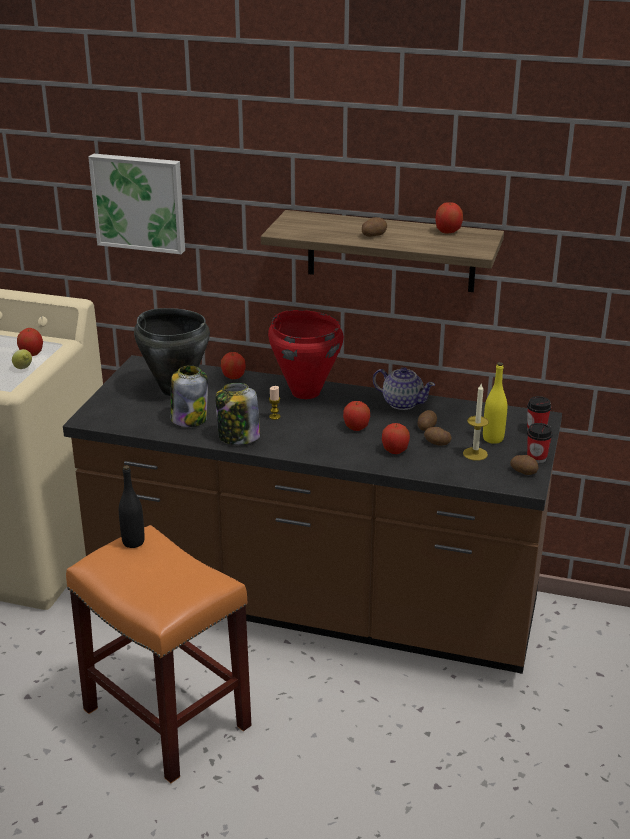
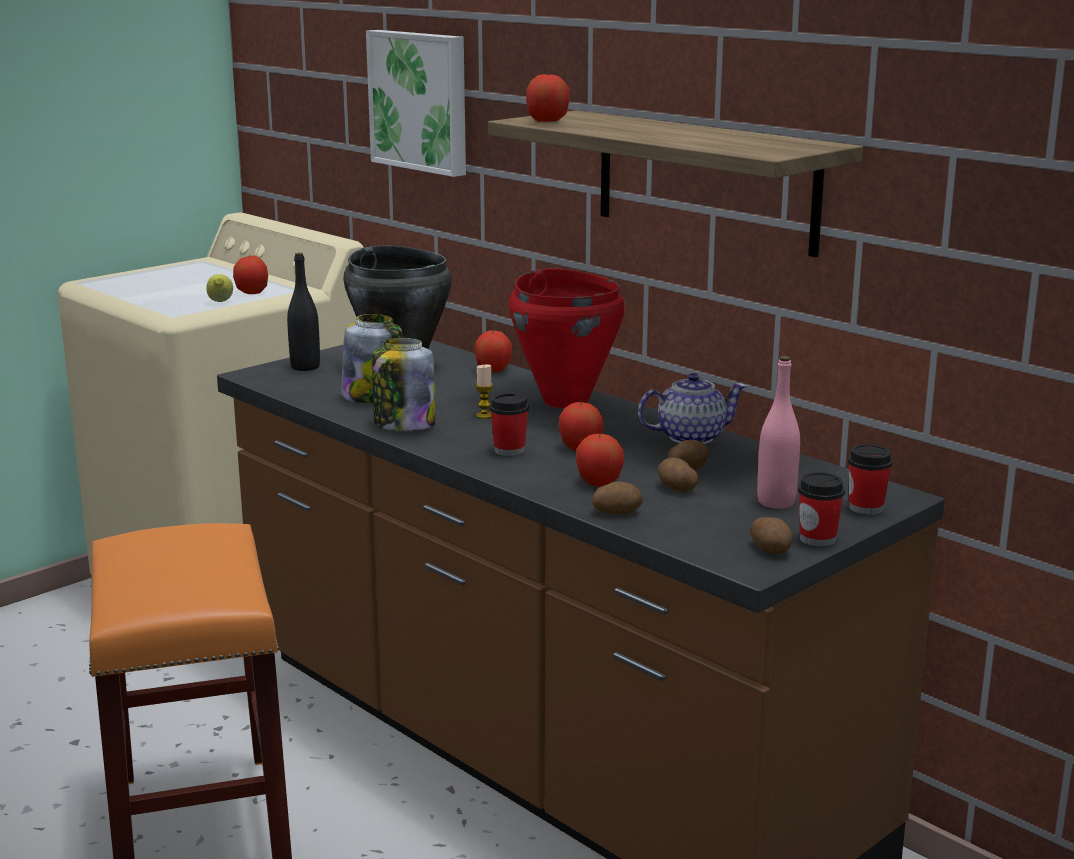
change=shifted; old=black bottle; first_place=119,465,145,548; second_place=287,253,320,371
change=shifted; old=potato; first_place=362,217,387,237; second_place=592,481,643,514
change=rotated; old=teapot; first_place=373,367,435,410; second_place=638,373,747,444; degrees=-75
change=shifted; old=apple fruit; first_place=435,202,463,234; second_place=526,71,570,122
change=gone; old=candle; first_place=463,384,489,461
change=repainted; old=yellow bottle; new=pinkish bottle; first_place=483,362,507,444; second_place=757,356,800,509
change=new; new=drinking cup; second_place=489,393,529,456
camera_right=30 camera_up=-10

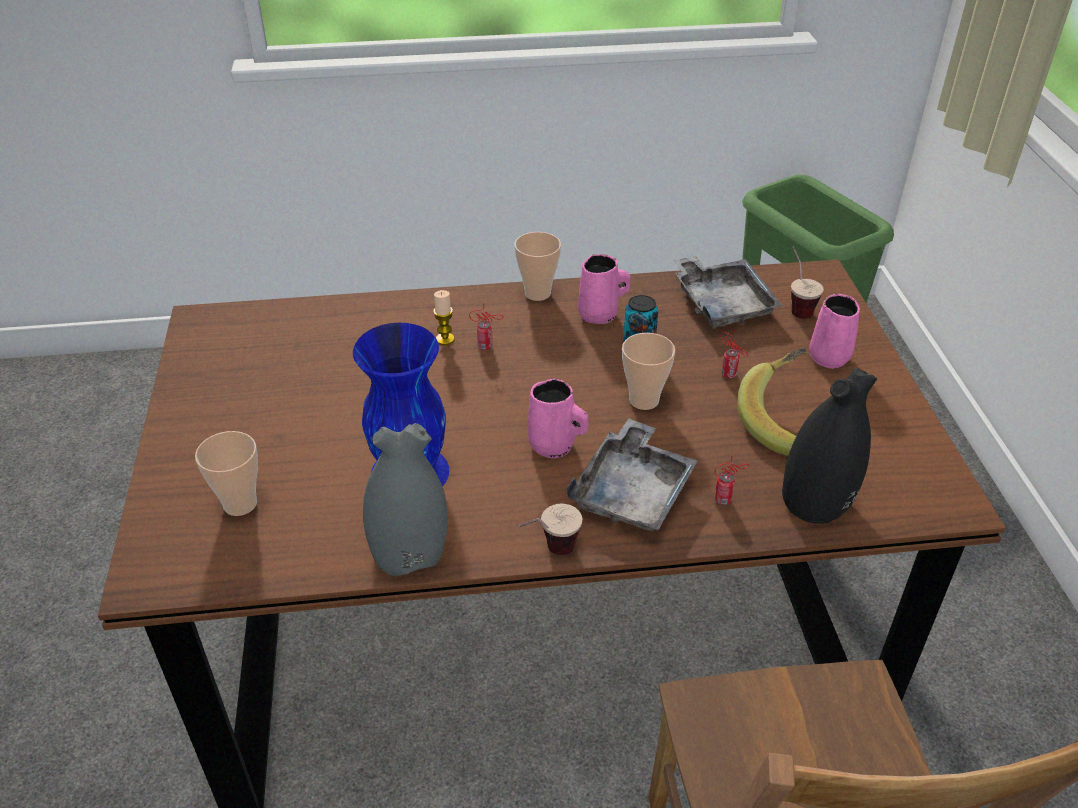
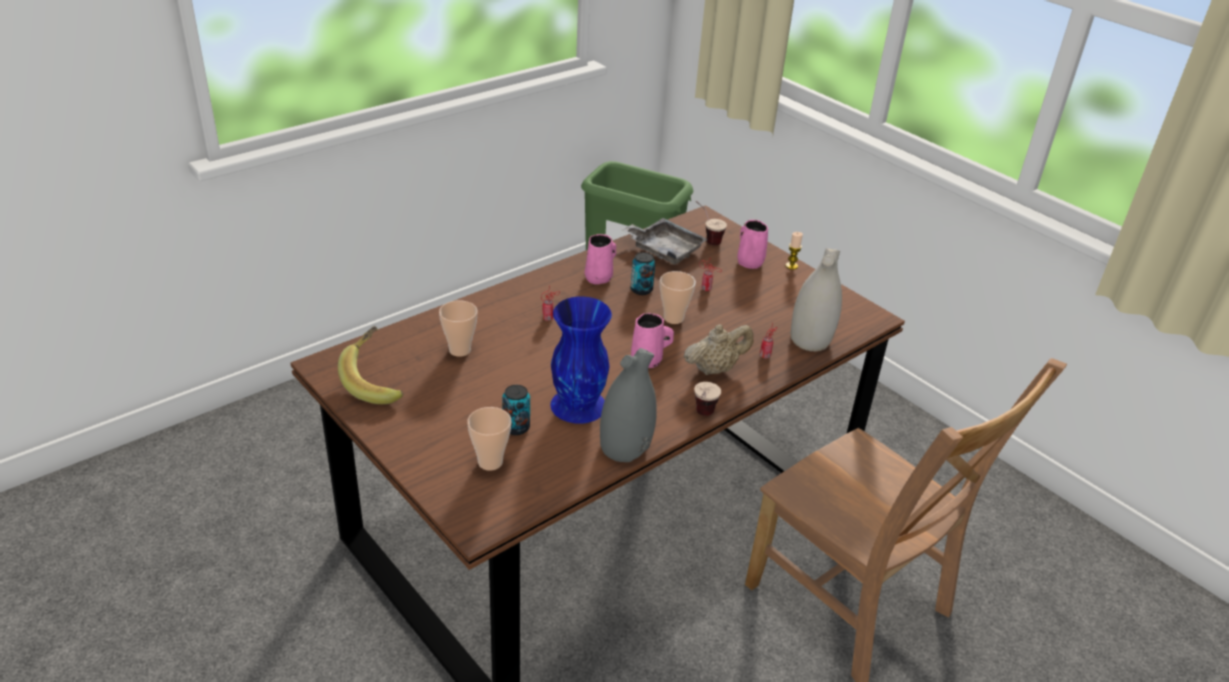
change=shifted; old=candle; first_place=433,290,455,345; second_place=785,232,803,270
change=shifted; old=drinking cup; first_place=515,232,561,301; second_place=439,301,478,357
change=swapped; old=grey carrying tray; new=sand-coloured teapot; first_place=566,418,698,531; second_place=684,324,753,375
change=shifted; old=banana; first_place=737,347,807,456; second_place=338,326,403,404
change=repainted; old=black vase; new=white-coloured vase; first_place=782,368,877,524; second_place=791,248,842,351
change=new; new=sealed can; second_place=502,385,530,435
camera_right=-35 camera_up=-5

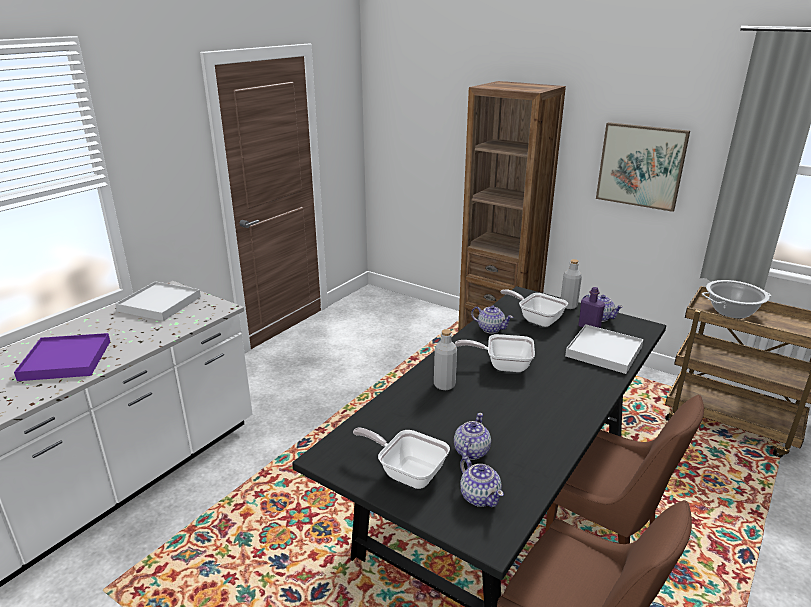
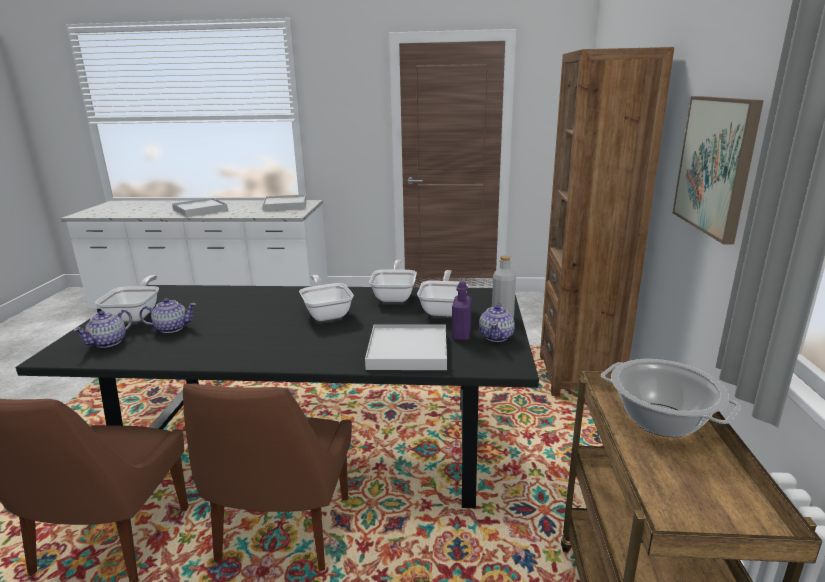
change=repainted; old=purple carrying tray; new=white-coloured carrying tray; first_place=14,333,110,381; second_place=172,198,228,217
change=gone; old=grey bottle; first_place=434,329,457,390
change=swapped; old=teapot; new=skillet; first_place=471,305,513,334; second_place=369,260,417,302
camera_right=60 camera_up=-5

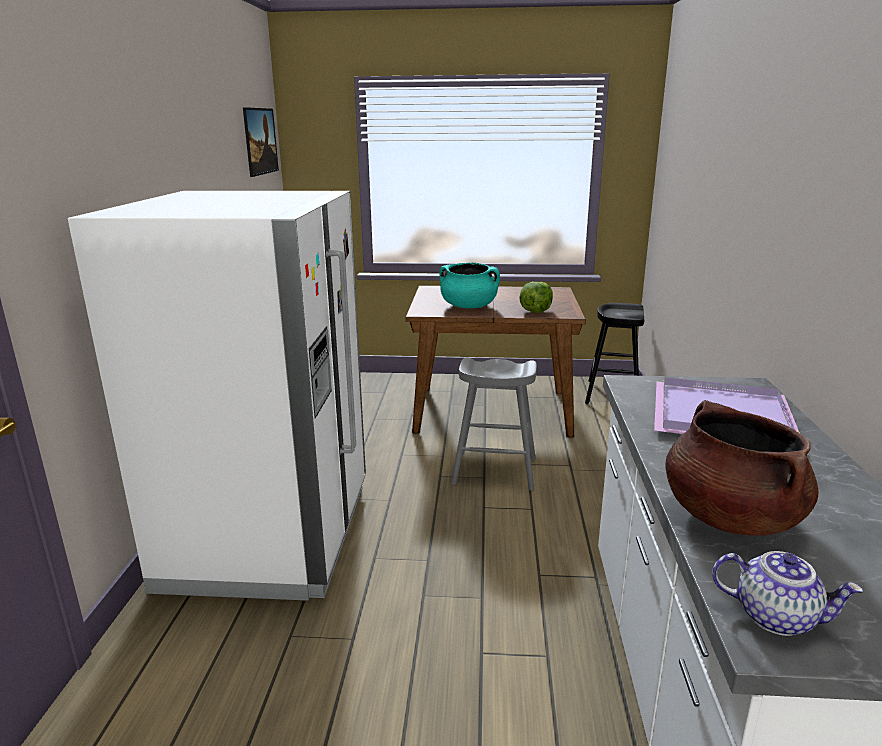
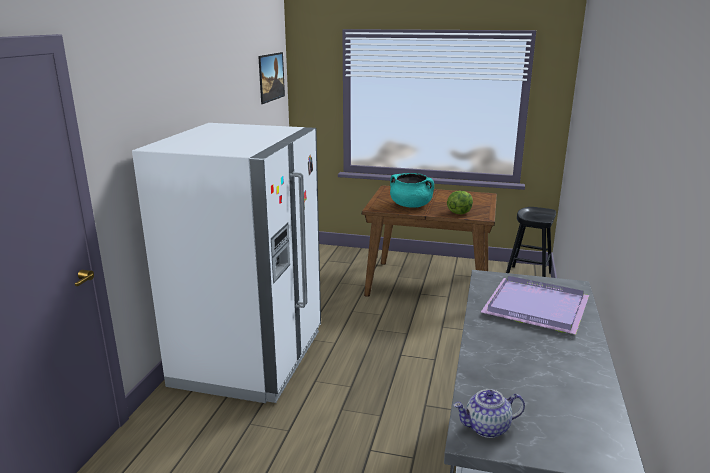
change=gone; old=grey stool seat; first_place=451,357,537,491
change=gone; old=brown cooking pot; first_place=665,400,818,536
change=rotated; old=teapot; first_place=712,551,863,636; second_place=453,389,525,438; degrees=135
camera_right=10 camera_up=0

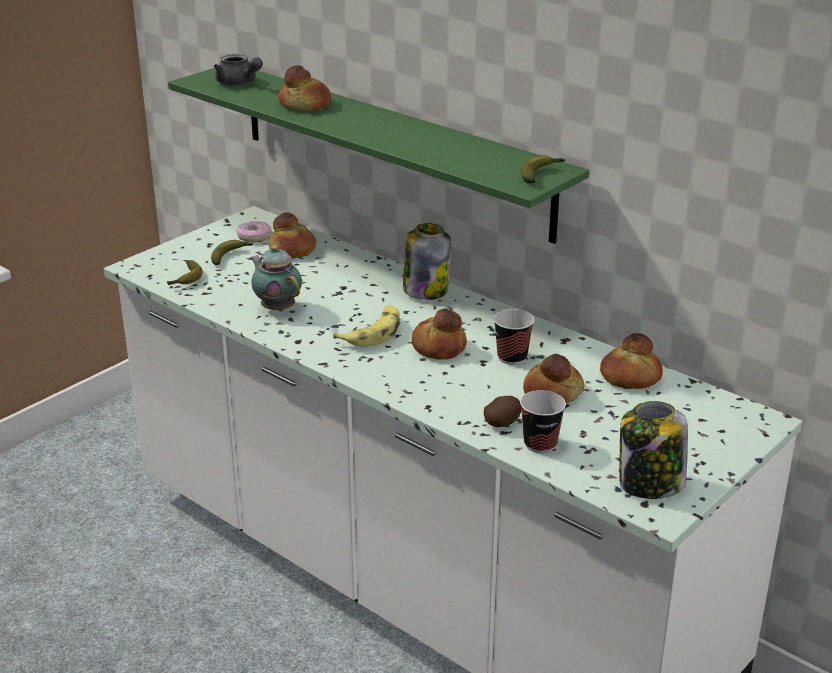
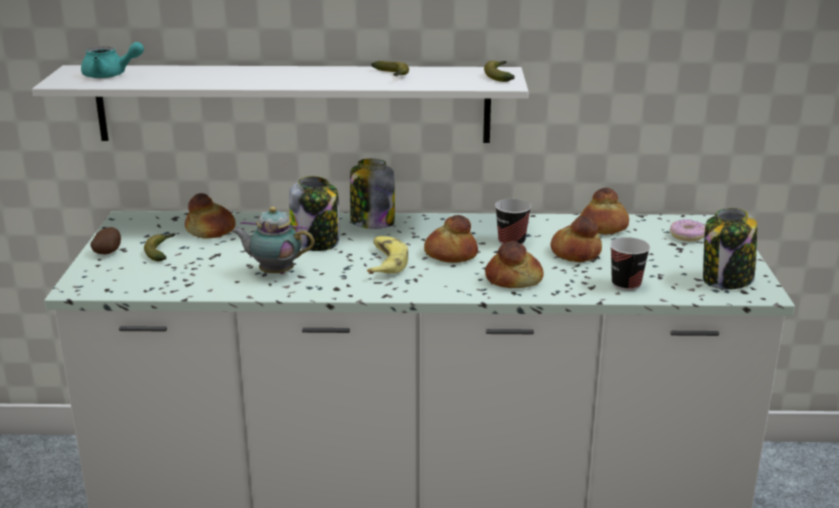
change=shifted; old=banana; first_place=167,260,203,285; second_place=371,61,409,77
change=repainted; old=green-coloured bracket shelf; new=white-coloured bracket shelf; first_place=168,68,589,244; second_place=32,65,529,143
change=repainted; old=grey teapot; new=turquoise teapot; first_place=214,54,263,85; second_place=81,42,144,78
change=shifted; old=donut; first_place=236,221,272,242; second_place=670,219,705,241
change=shifted; old=baked bread; first_place=278,65,331,111; second_place=485,241,544,288
change=shifted; old=potato; first_place=484,396,521,427; second_place=91,227,121,254
change=new; new=jar; second_place=289,176,339,251
camera_right=-40 camera_up=-5

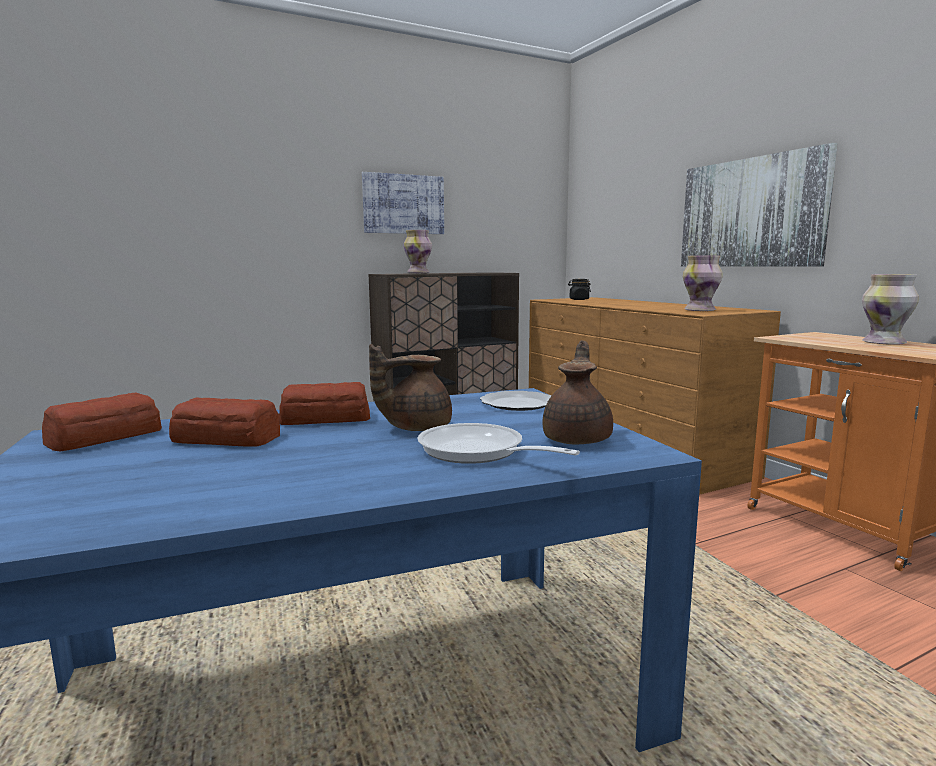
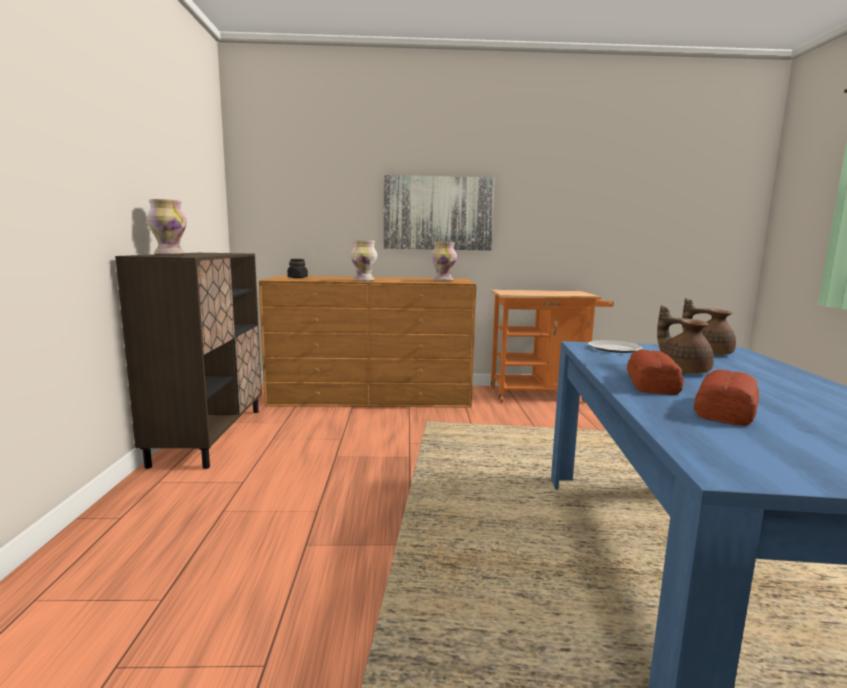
change=gone; old=baked bread; first_place=42,393,162,451
change=gone; old=wall picture; first_place=362,172,444,234
change=rotated; old=brown teapot; first_place=369,344,452,431; second_place=657,305,714,374; degrees=150
change=gone; old=skillet; first_place=418,423,580,464
change=shifted; old=vase; first_place=862,274,919,345; second_place=350,240,378,281
camera_right=-65 camera_up=0

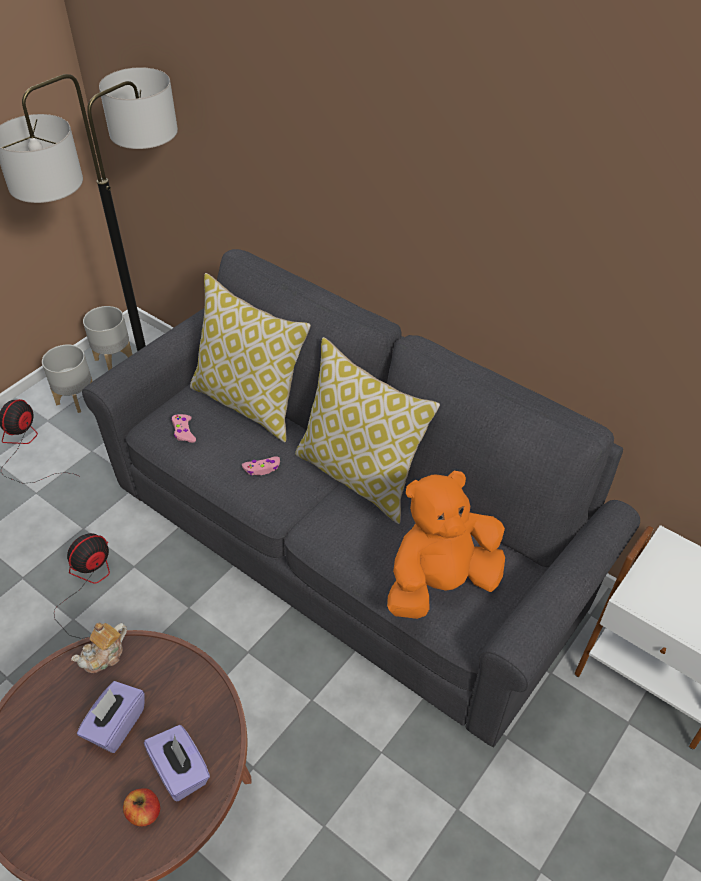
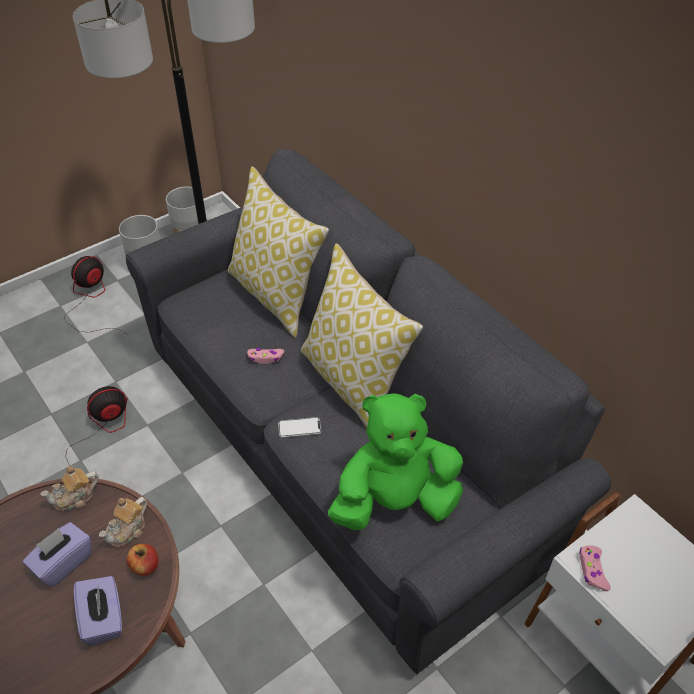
change=shifted; old=apple fruit; first_place=123,788,160,827; second_place=127,544,159,576
change=shifted; old=pinkish gamepad; first_place=171,414,196,443; second_place=579,545,611,591
change=repainted; old=orangey soft toy; new=green-coloured soft toy; first_place=387,471,505,619; second_place=328,393,463,530
change=new; new=teapot; second_place=99,497,147,547
change=new; new=telephone; second_place=278,417,321,438
camera_right=15 camera_up=0

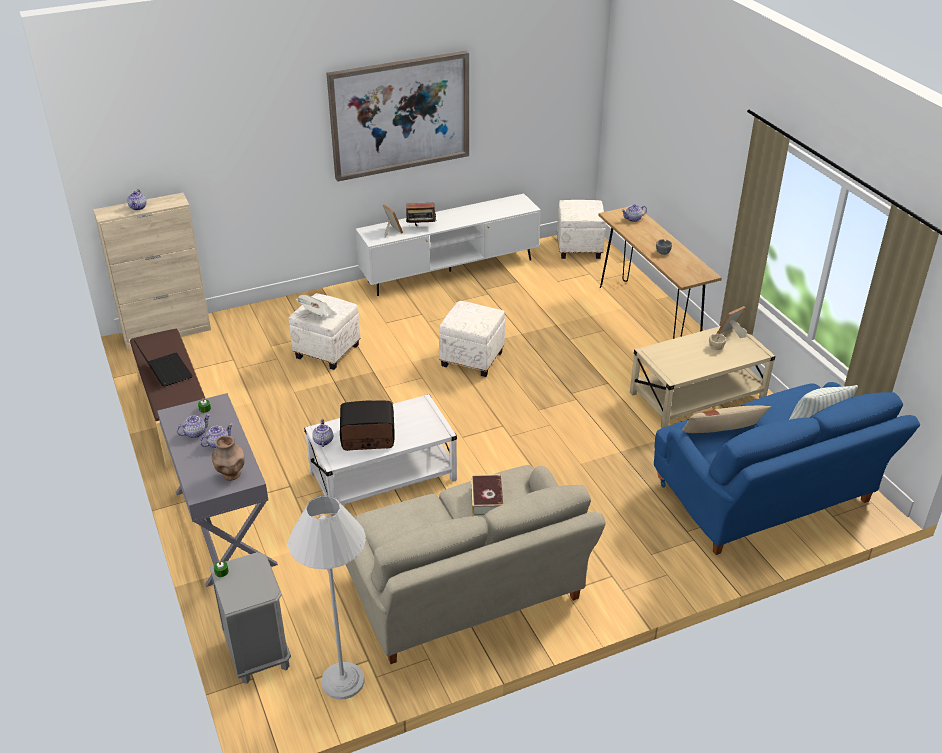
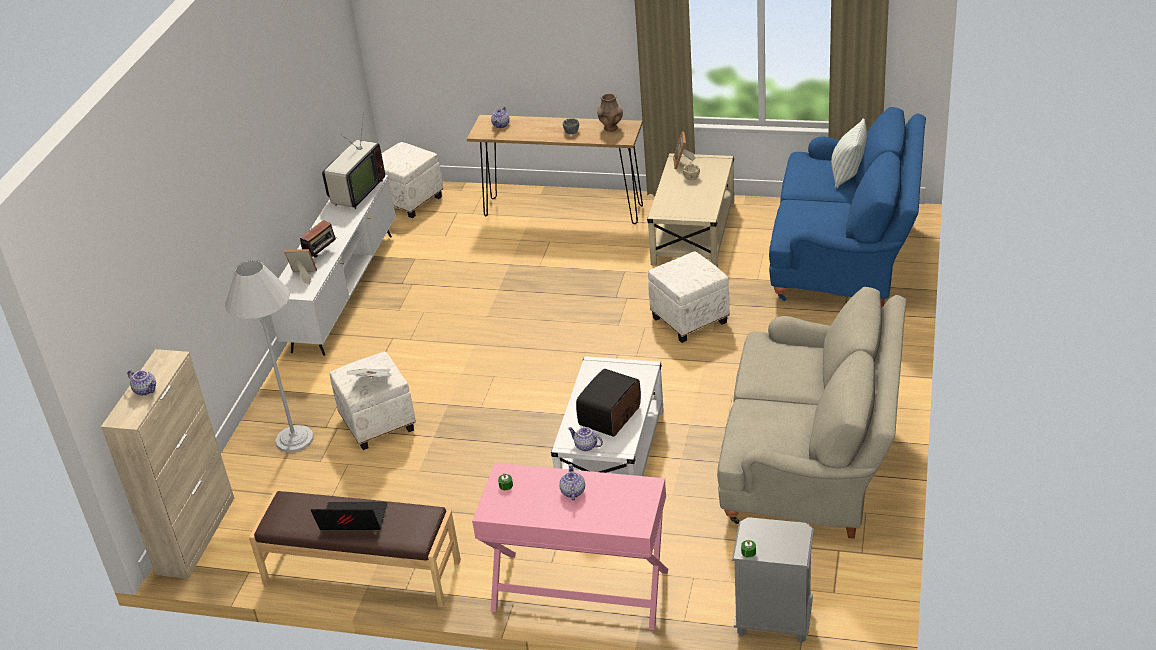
change=repainted; old=grey desk table; new=pinkish desk table; first_place=157,393,278,587; second_place=472,463,668,630
change=gone; old=teapot; first_place=176,414,210,438
change=shifted; old=brown vase; first_place=212,435,245,481; second_place=597,93,623,132
change=shifted; old=white-coloured standard lamp; first_place=288,496,366,699; second_place=225,260,314,452
change=gone; old=wall picture; first_place=327,50,469,181
change=shifted; old=white-coloured footrest; first_place=439,301,505,377; second_place=648,251,730,343
change=gone; old=book; first_place=471,474,503,516
change=gone; old=sand-coloured throw pillow; first_place=682,405,771,433
change=new; new=TV set; second_place=322,112,385,209
camera_right=-50 camera_up=0

